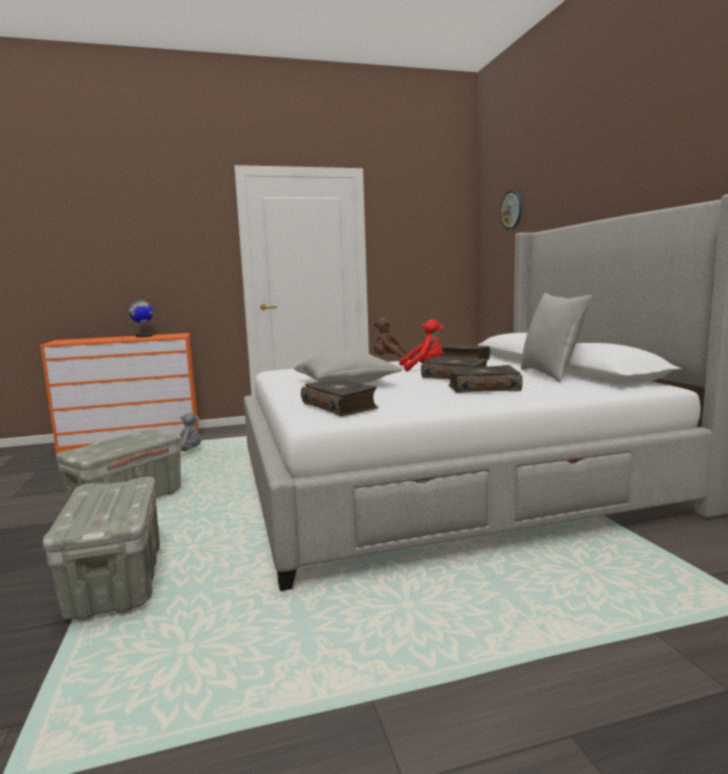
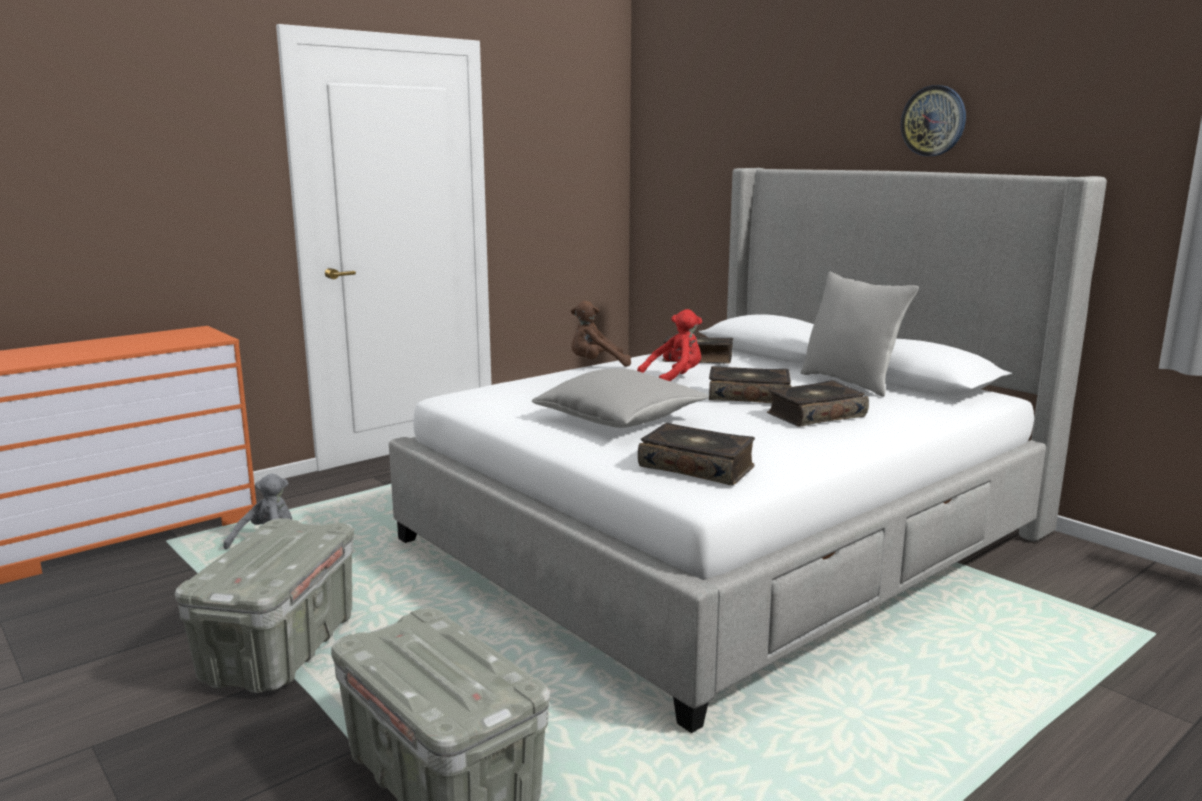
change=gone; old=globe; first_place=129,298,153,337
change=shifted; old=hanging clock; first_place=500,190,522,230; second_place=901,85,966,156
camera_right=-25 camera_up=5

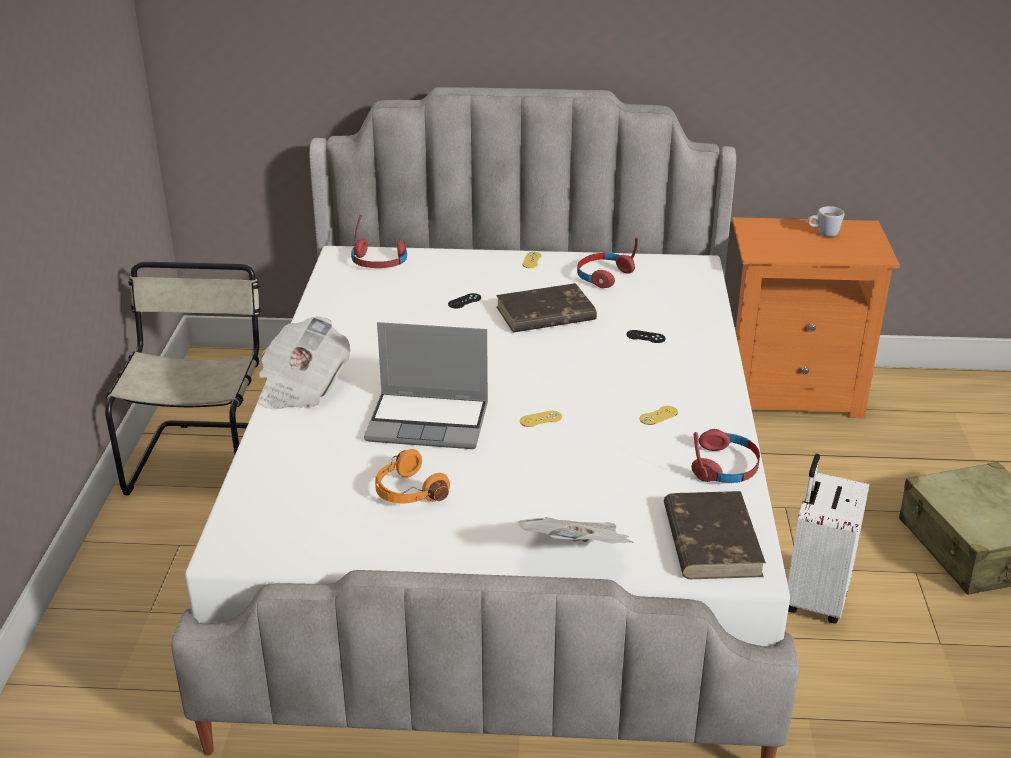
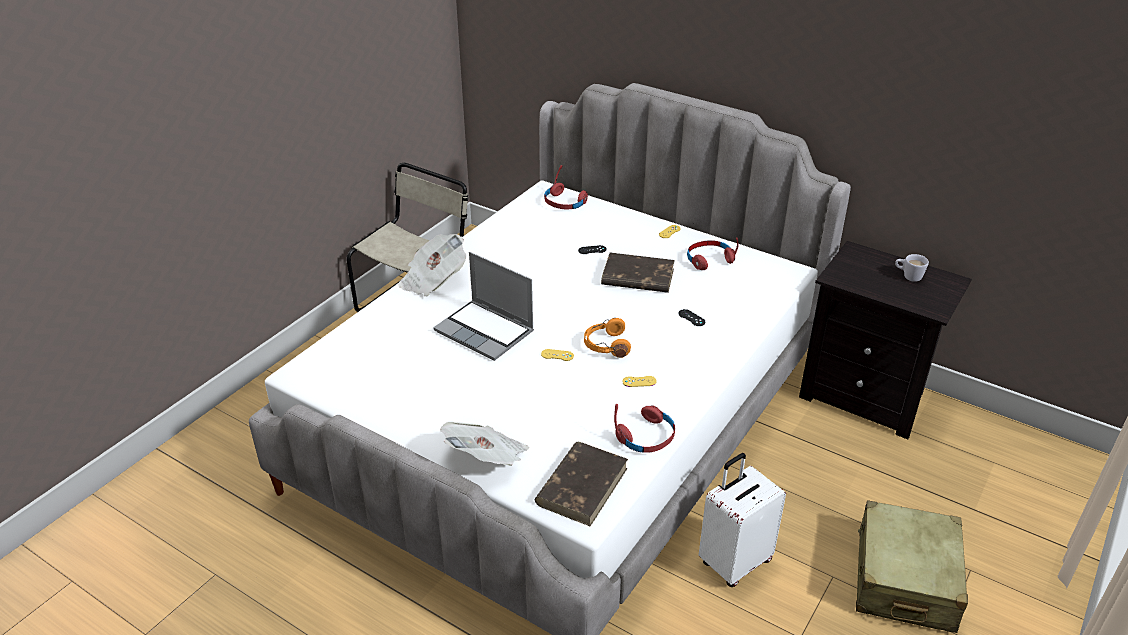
change=shifted; old=orangey headphones; first_place=375,449,450,504; second_place=584,318,631,358
change=repainted; old=orangey nightstand; new=black nightstand; first_place=732,217,900,418; second_place=799,241,972,439
camera_right=30 camera_up=5

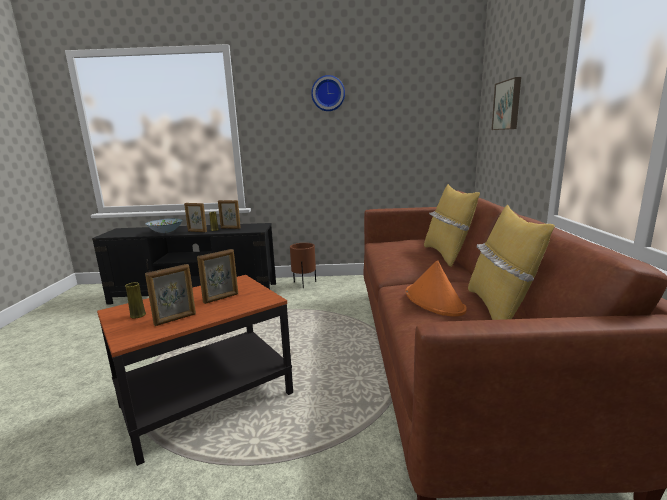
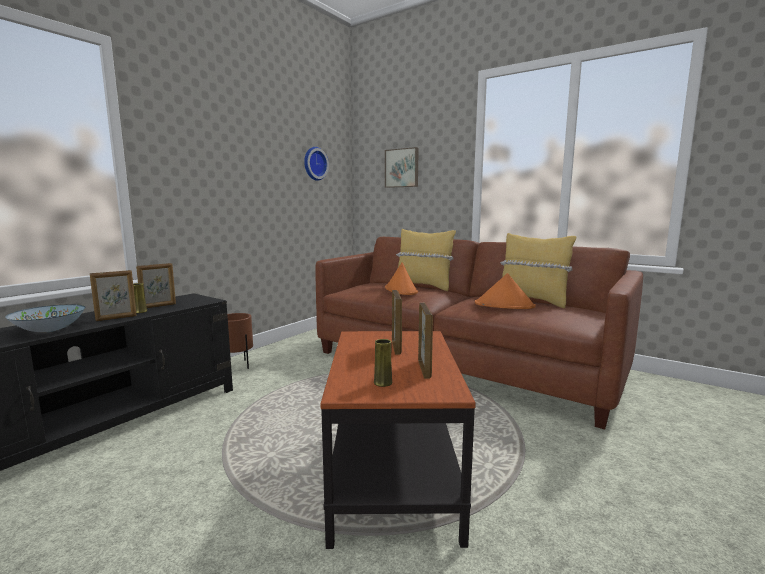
change=shifted; old=hanging clock; first_place=311,75,345,111; second_place=304,147,329,181
change=new; new=orangey wearable hat; second_place=385,262,418,295
camera_right=-55 camera_up=-5

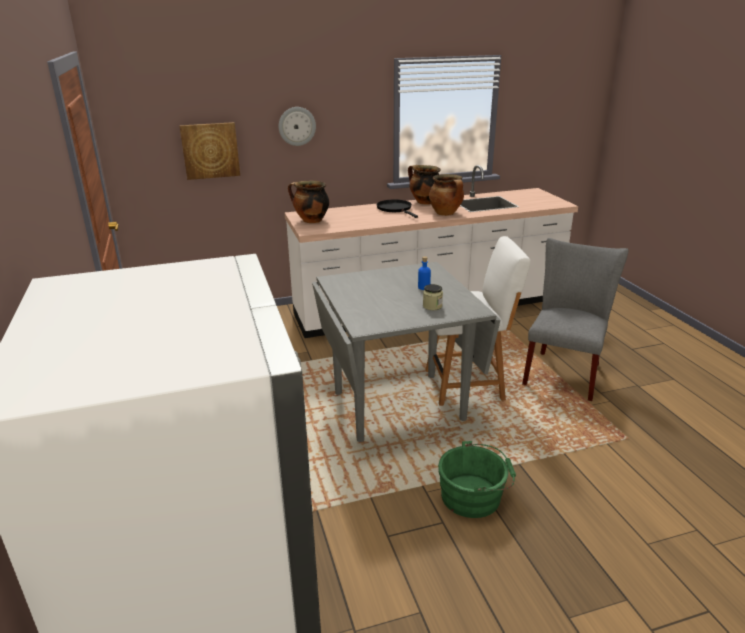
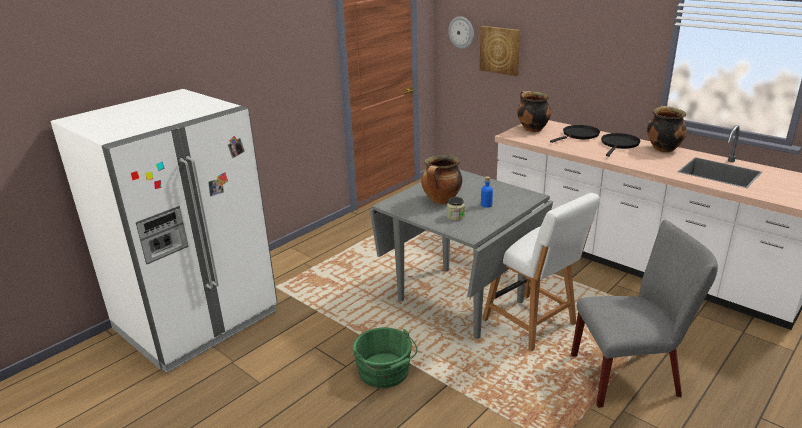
change=shifted; old=hanging clock; first_place=279,107,316,146; second_place=448,16,474,49
change=shifted; old=cooking pot; first_place=429,174,464,216; second_place=421,155,463,204
change=new; new=black skillet; second_place=550,125,600,143
camera_right=60 camera_up=0

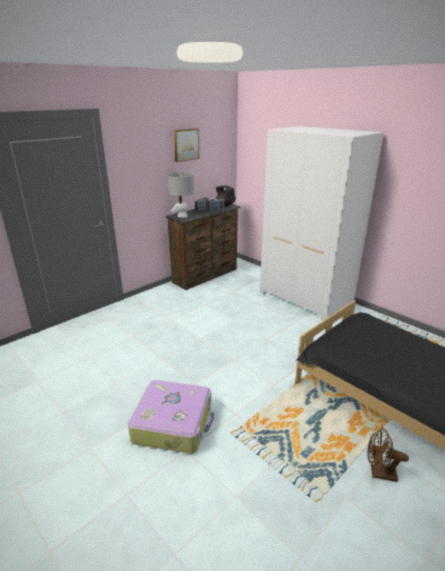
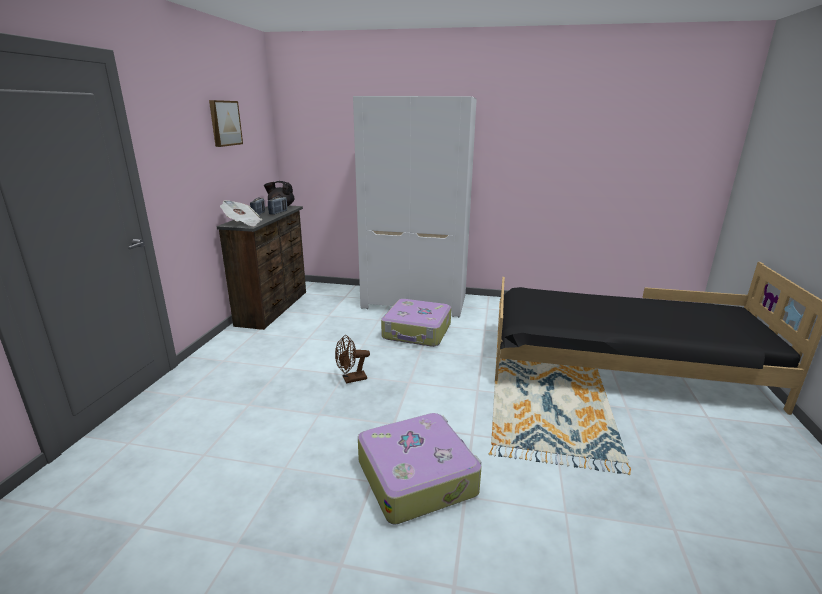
change=swapped; old=grey table lamp; new=daily paper; first_place=168,172,194,218; second_place=220,200,262,226
change=shifted; old=brown fan; first_place=367,429,409,482; second_place=335,335,370,383
change=new; new=suitcase; second_place=381,299,451,347
camera_right=-35 camera_up=-5

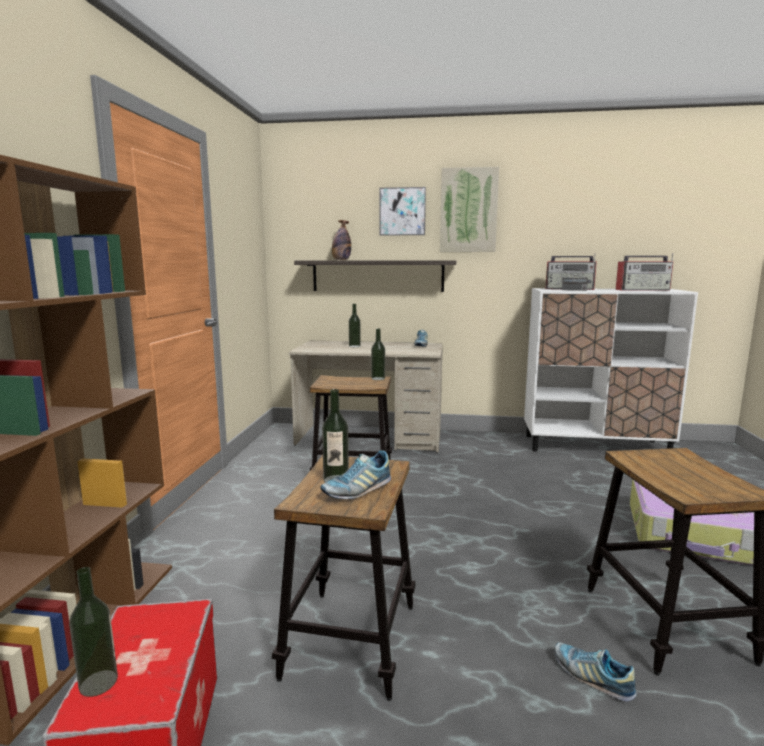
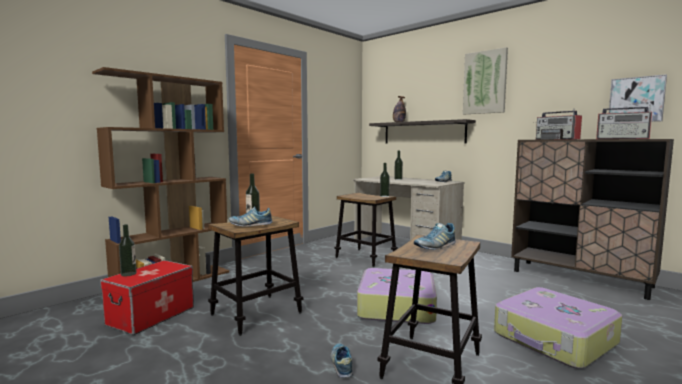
change=shifted; old=wall picture; first_place=379,187,426,236; second_place=609,74,667,122
change=repainted; old=white-coloured storage cabinet; new=brown storage cabinet; first_place=524,288,698,452; second_place=511,139,674,300
change=new; new=suitcase; second_place=357,268,437,324
change=new; new=item of footwear; second_place=414,223,456,250
camera_right=35 camera_up=-5

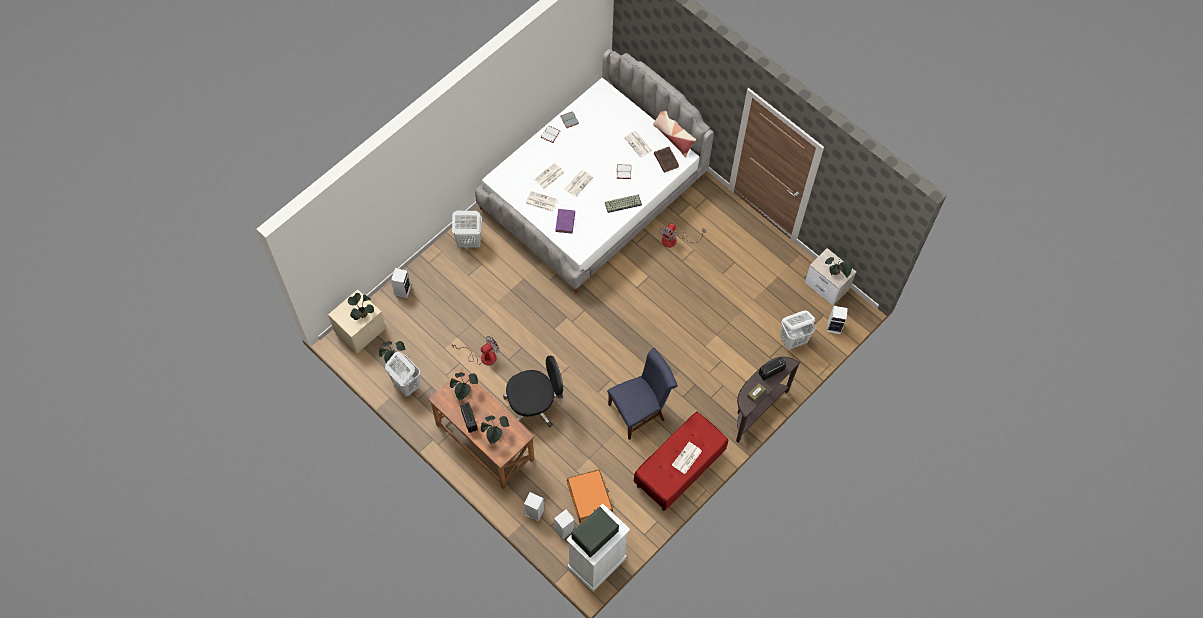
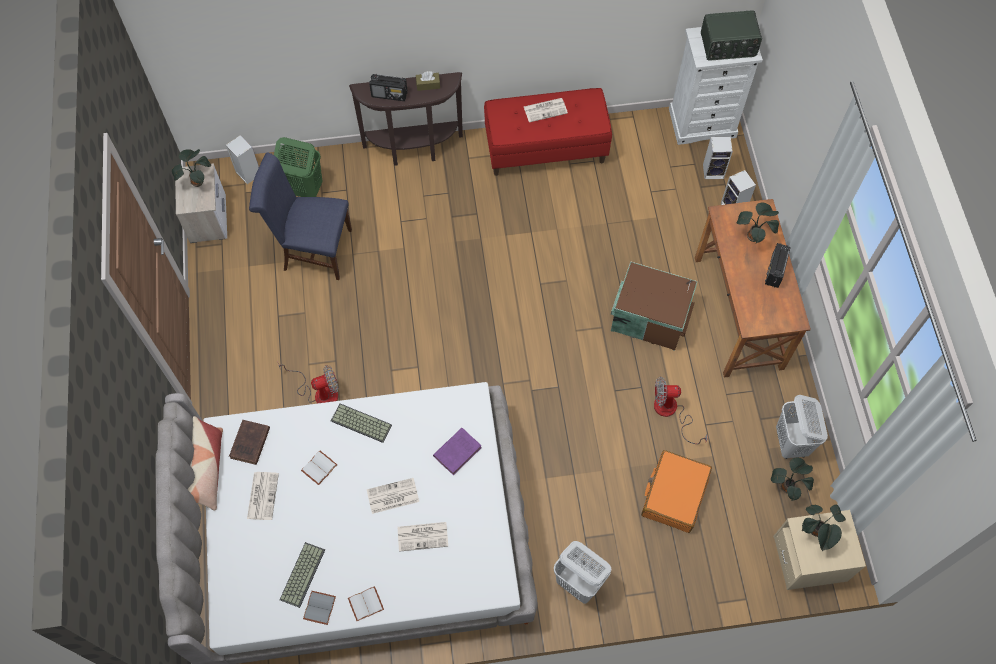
change=gone; old=loudspeaker; first_place=391,268,411,298
change=gone; old=potted plant; first_place=450,372,478,400
change=swapped; old=black computer chair; new=brown storage bin; first_place=503,355,563,427; second_place=611,262,698,351
change=gone; old=daily paper; first_place=526,191,557,212
change=shifted; old=orangey suitcase; first_place=567,469,613,523; second_place=641,450,712,533
change=shifted; old=blue-coloured upright chair; first_place=607,348,678,440; second_place=249,153,352,280
change=repainted; old=white-coloured laundry basket; new=green-coloured laundry basket; first_place=780,311,816,350; second_place=274,137,323,197
change=new; new=PC keyboard; second_place=280,542,325,608
camera_right=-140 camera_up=0

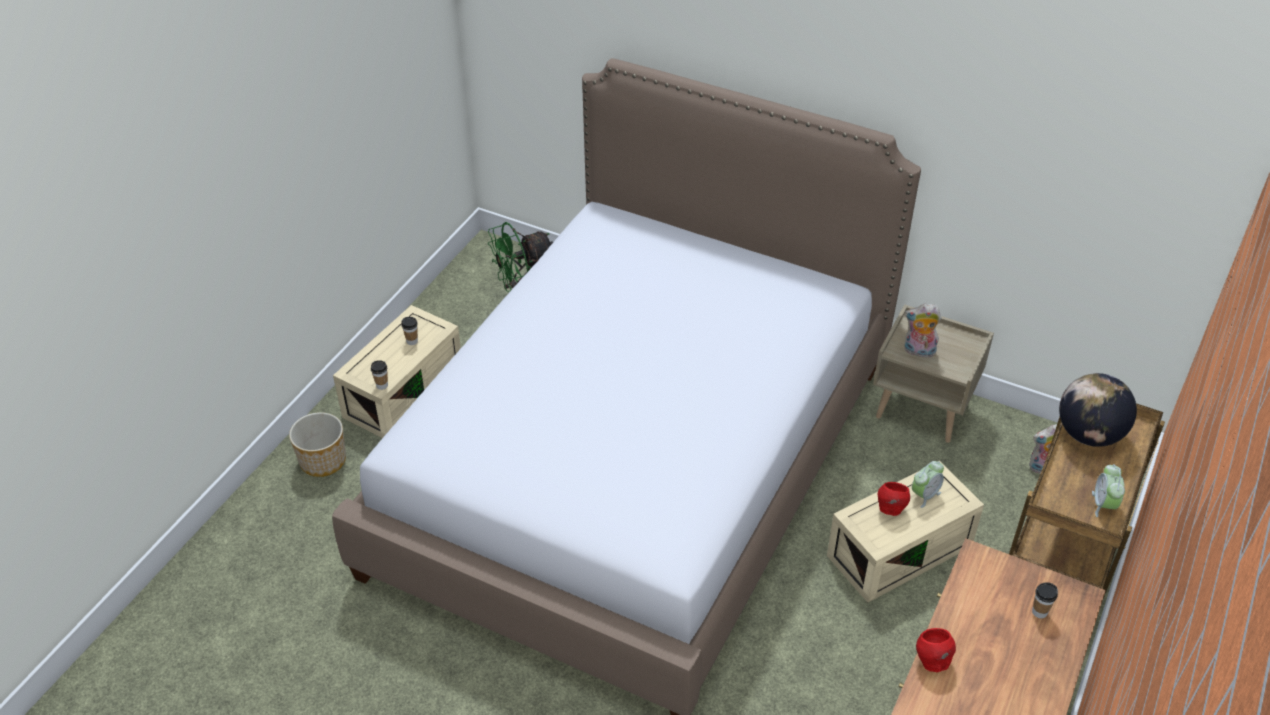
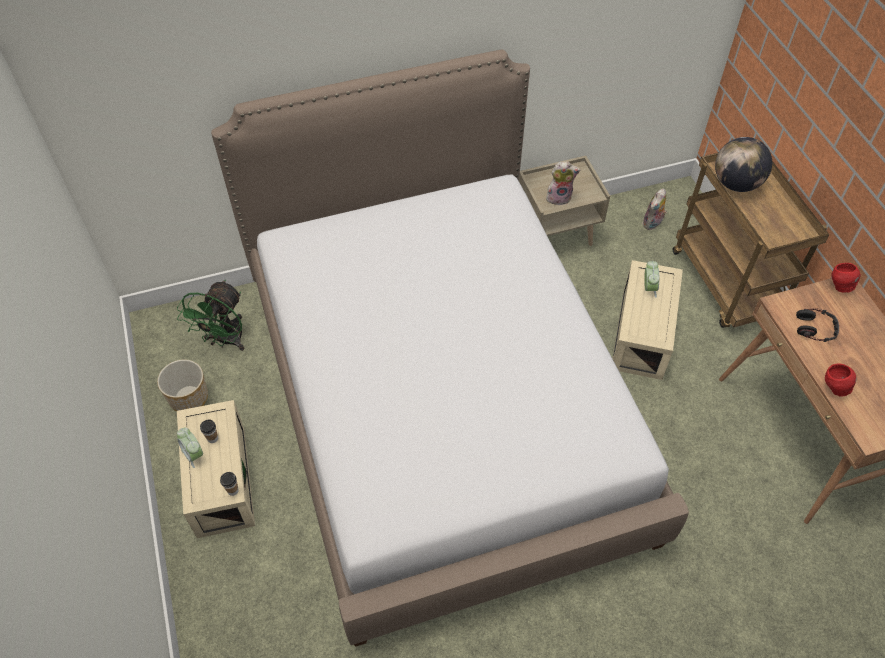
change=shifted; old=plant pot; first_place=289,412,346,477; second_place=157,359,208,412
change=shifted; old=red serving bowl; first_place=878,482,910,516; second_place=831,263,860,293
change=rotated; old=soft toy; first_place=904,304,941,358; second_place=546,162,580,206; degrees=-150
change=gone; old=drinking cup; first_place=1032,582,1058,618
change=shifted; old=bedside clock; first_place=1092,464,1125,517; second_place=177,428,203,468
change=new; new=headphones; second_place=796,309,839,342
camera_right=-45 camera_up=10

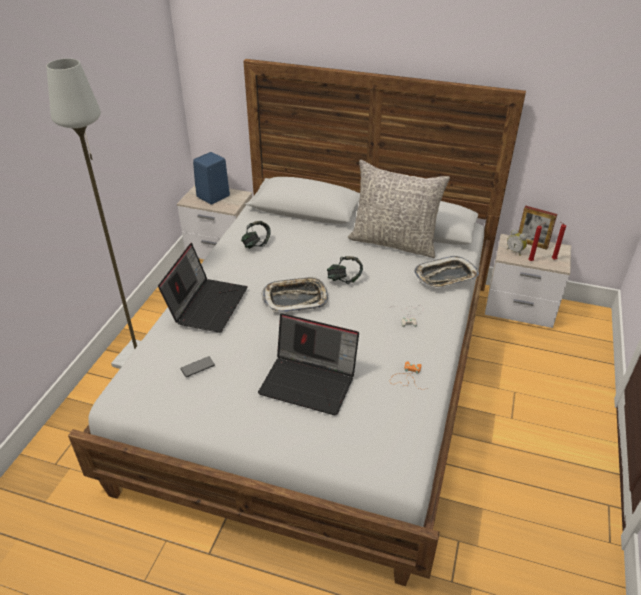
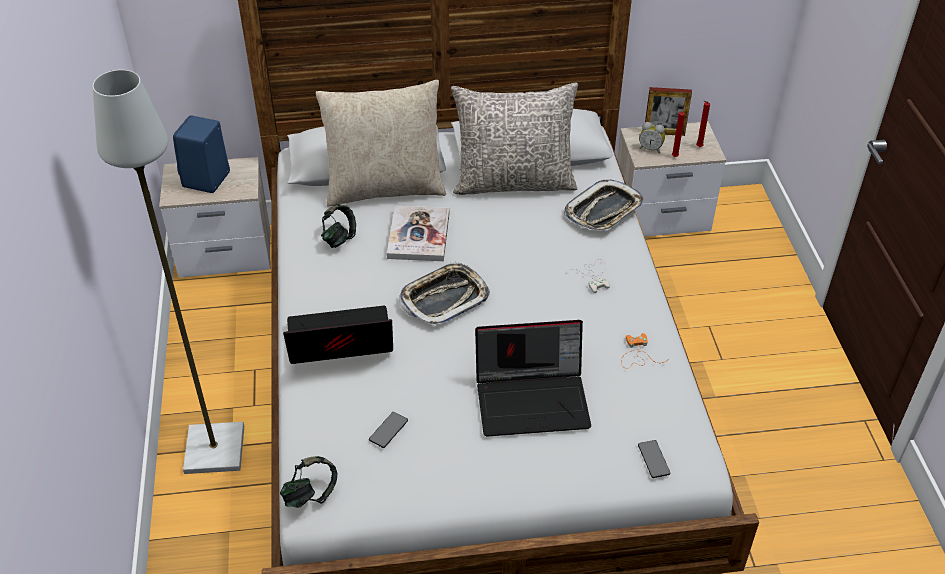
change=rotated; old=portable computer; first_place=158,243,248,333; second_place=283,306,393,364; degrees=-90
change=shifted; old=headphones; first_place=327,256,363,284; second_place=280,456,337,508
change=new; new=sand-coloured throw pillow; second_place=316,80,446,207
change=new; new=book; second_place=387,206,449,261
change=new; new=telephone; second_place=638,440,671,478
camera_right=-25 camera_up=5

